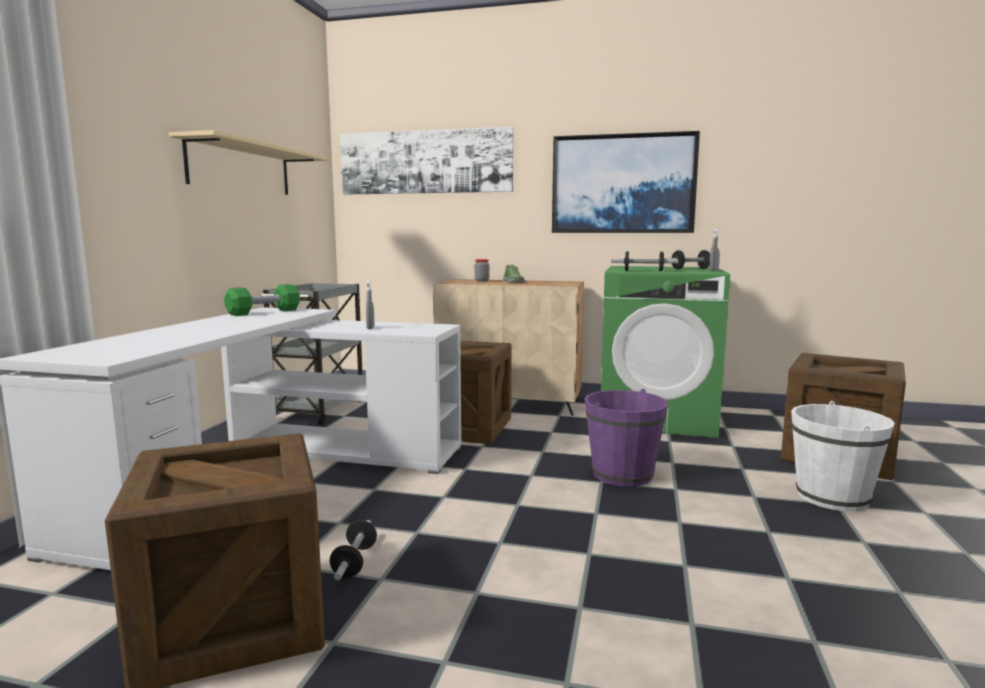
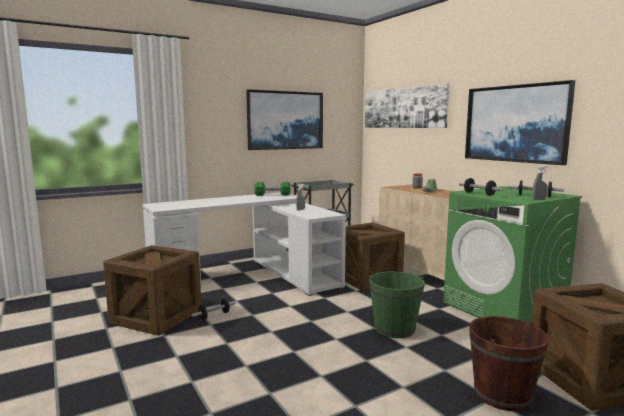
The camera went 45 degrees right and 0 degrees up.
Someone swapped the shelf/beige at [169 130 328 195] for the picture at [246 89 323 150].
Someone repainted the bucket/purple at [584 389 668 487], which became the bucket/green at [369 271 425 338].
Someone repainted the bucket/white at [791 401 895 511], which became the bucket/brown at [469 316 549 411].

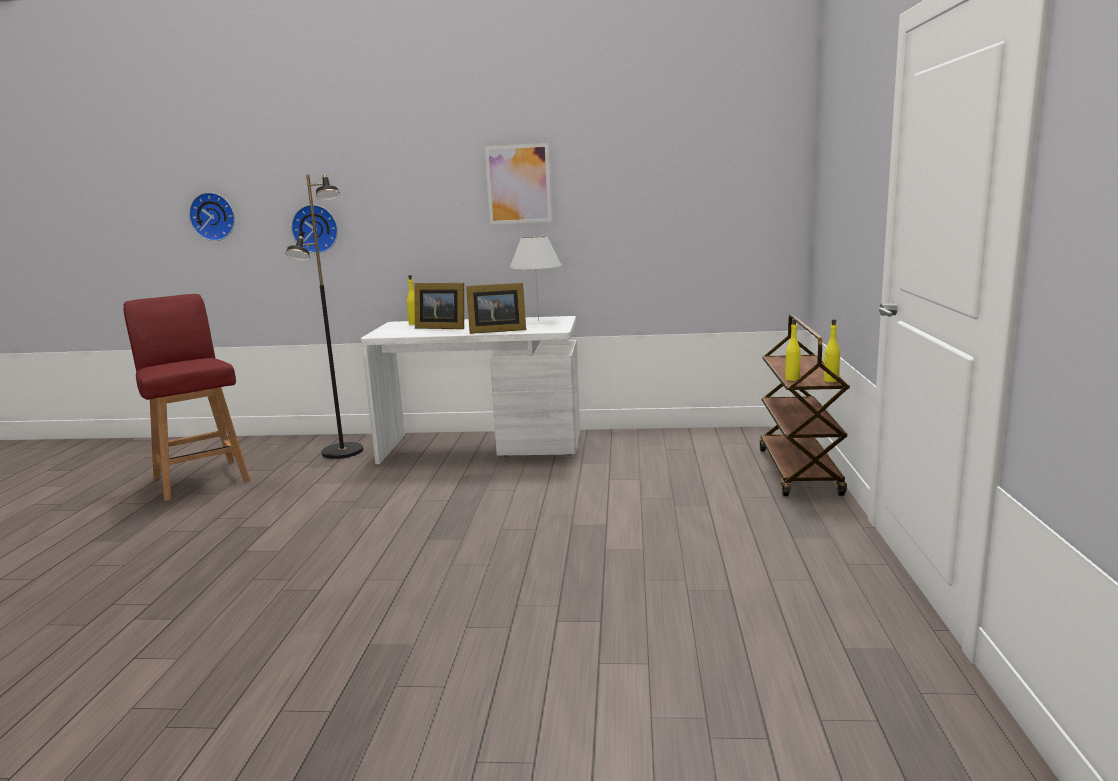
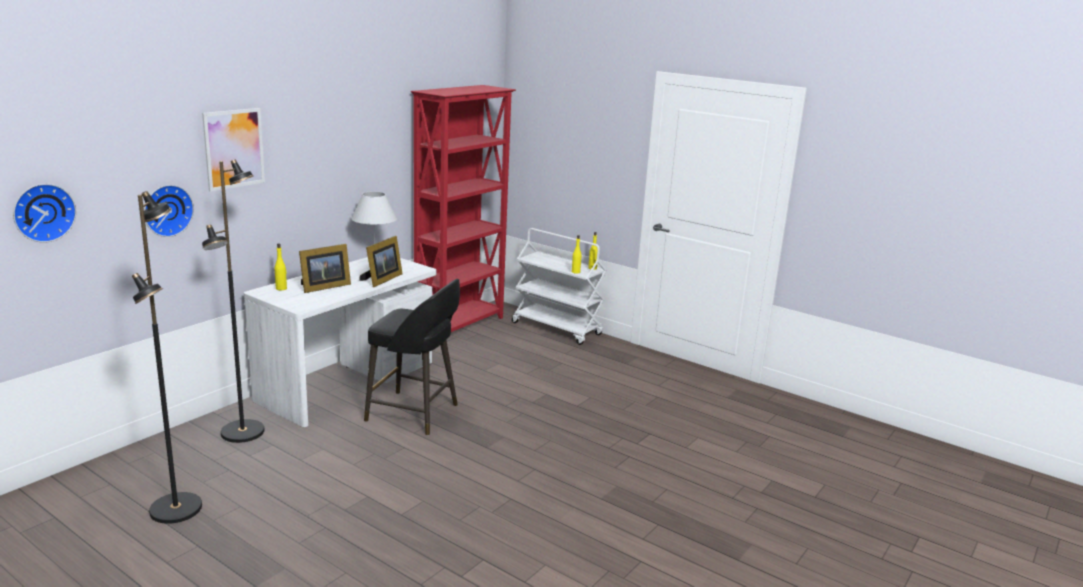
The camera went 60 degrees left and 5 degrees up.
Someone swapped the chair/red at [124 294 250 501] for the floor lamp/black at [132 191 202 524].
Someone carried the picture from [485 143 552 224] to [202 108 265 192].
Someone put down the stool/black at [364 279 460 435].
Someone put down the bookcase/red at [411 85 516 332].
Someone repainted the cart/brown at [759 315 850 496], which became the cart/white at [512 228 607 345].

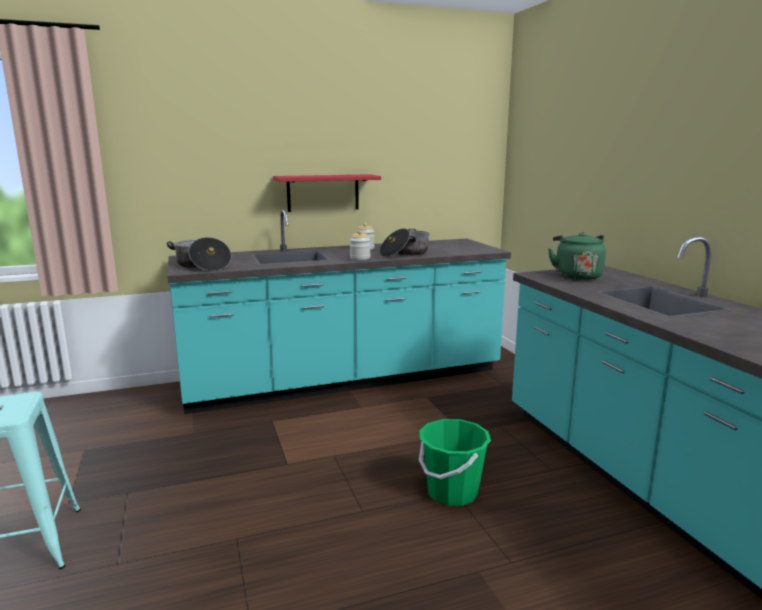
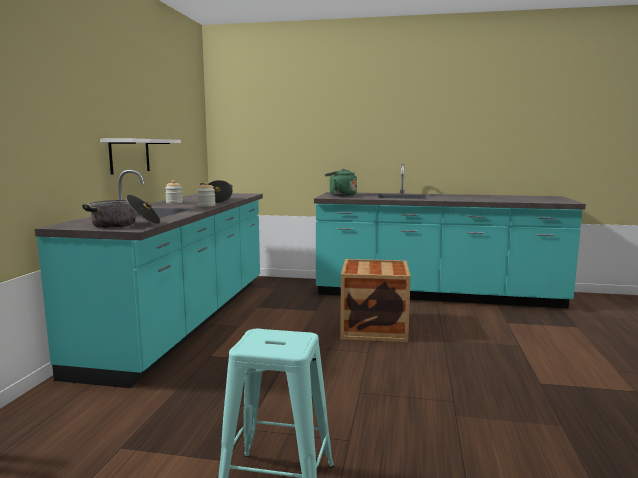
The camera went 60 degrees left and 5 degrees down.
Someone repainted the shelf/red at [273 174 381 212], which became the shelf/white at [100 139 181 174].
Someone swapped the bucket/green at [419 419 491 506] for the crate at [340 259 411 342].

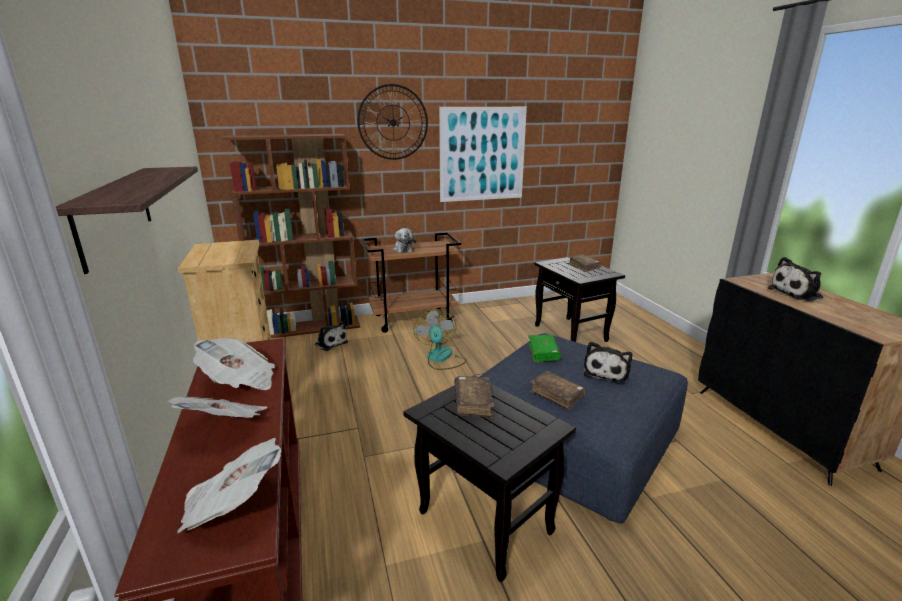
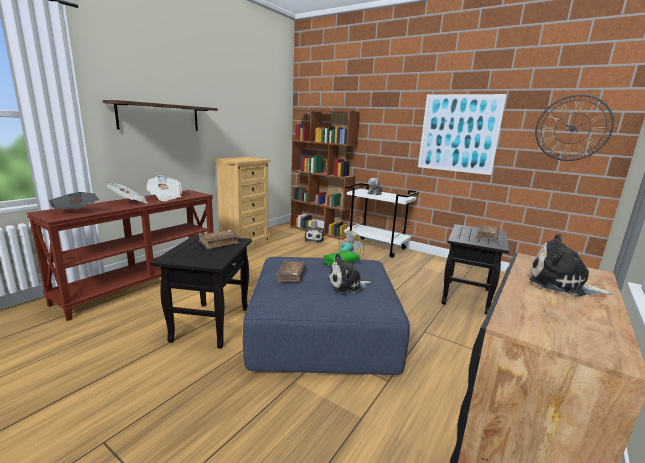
The camera went 50 degrees right and 5 degrees down.
Someone repainted the cart/brown at [362 232 461 333], which became the cart/white at [344 183 419 258].
Someone carried the wall clock from [357 84 428 160] to [535 94 614 161].

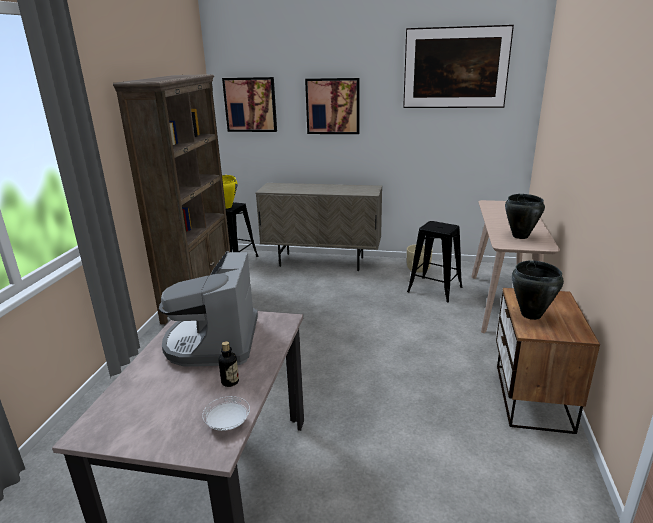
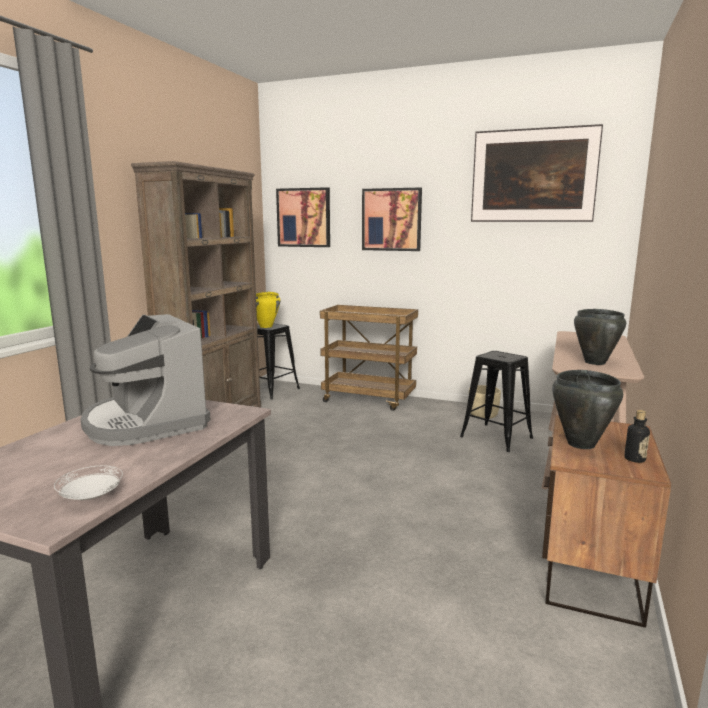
The camera went 10 degrees right and 10 degrees down.
Someone rotated the coffee machine at [159 251 258 367] by 45 degrees counterclockwise.
Someone swapped the cabinet/beige at [256 183 382 271] for the cart/brown at [320 305 418 411].
Someone carried the bottle from [218 341 239 387] to [624 410 650 463].

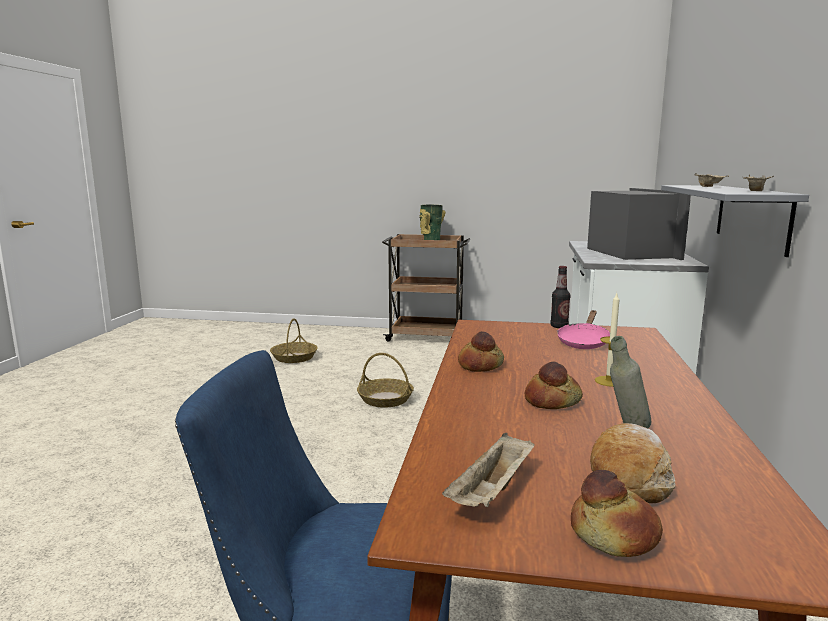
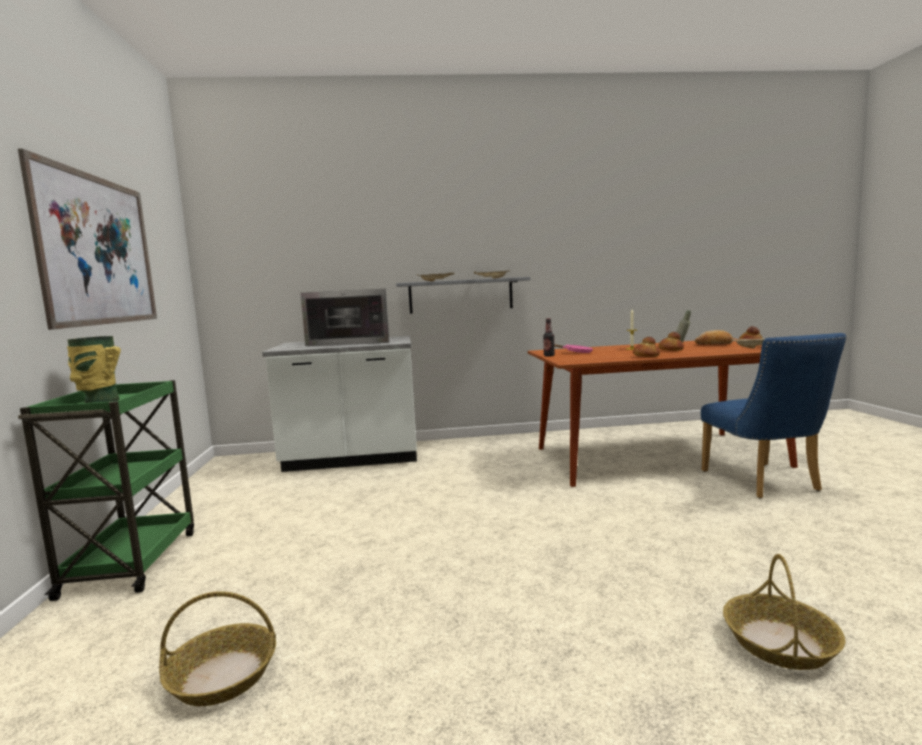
The camera went 105 degrees left and 5 degrees down.
Someone put up the picture at [18 149 157 330].
Someone repainted the cart/brown at [382 234 470 341], which became the cart/green at [18 380 194 601].
Someone rotated the microwave at [587 188 691 260] by 150 degrees counterclockwise.
Someone carried the basket from [357 353 414 407] to [723 554 845 670].

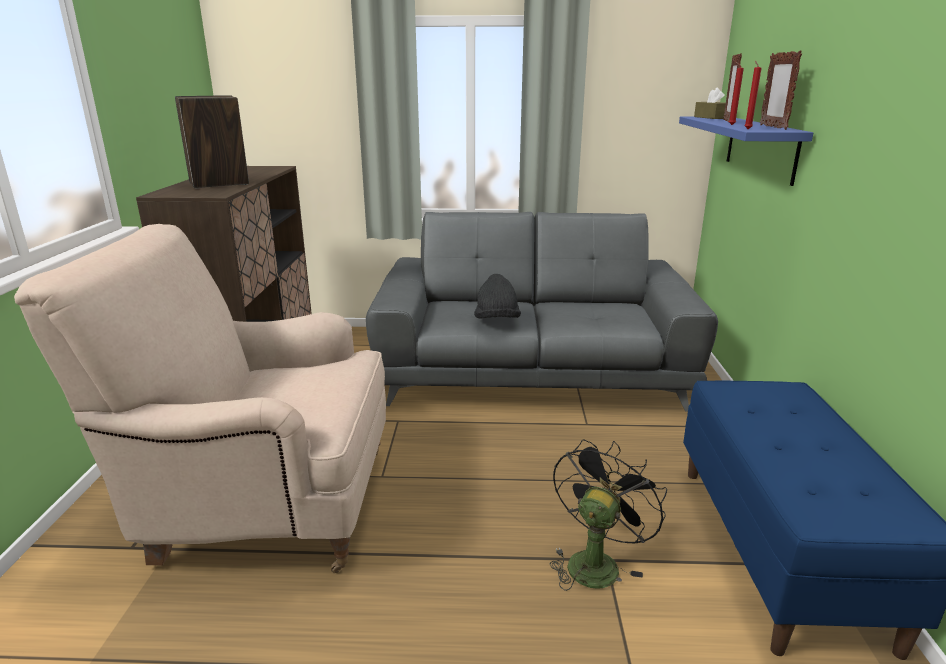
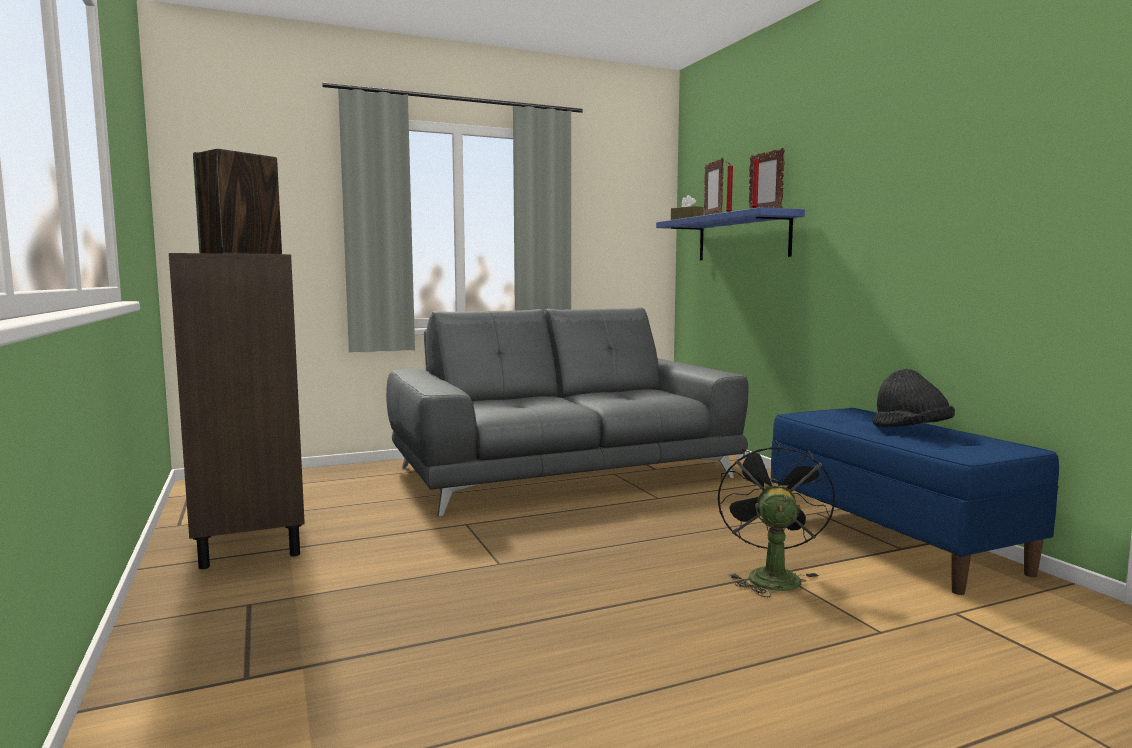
The camera went 25 degrees left and 15 degrees down.
Someone carried the hat/black from [474 274 521 318] to [873 369 955 427].
Someone took away the armchair/beige at [14 224 386 573].

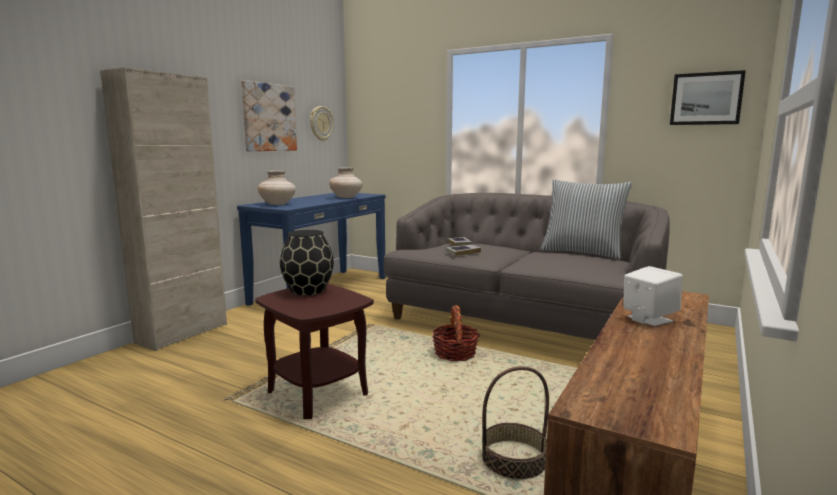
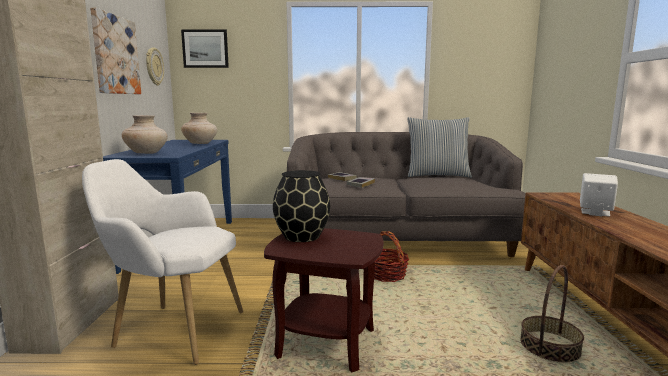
The camera went 30 degrees left and 0 degrees up.
Someone put down the armchair/white at [82 159 243 365].
Someone carried the picture from [670 70 746 125] to [181 29 229 68].

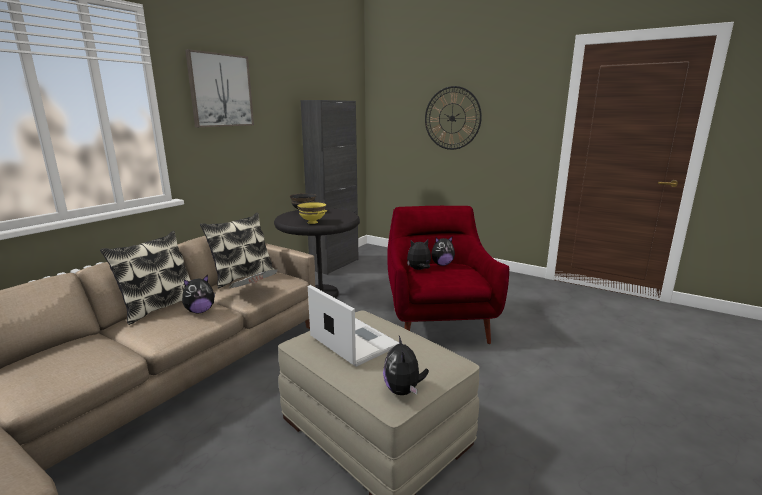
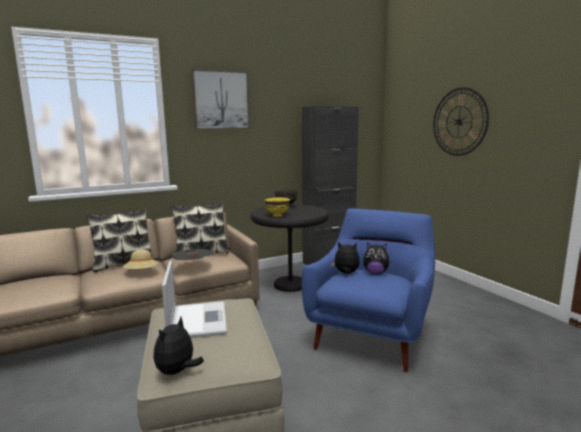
The camera went 30 degrees right and 5 degrees down.
Someone swapped the plush toy at [182 275 215 313] for the hat/beige at [123 249 159 269].
Someone repainted the armchair/red at [388 206 509 344], which became the armchair/blue at [302 208 435 372].

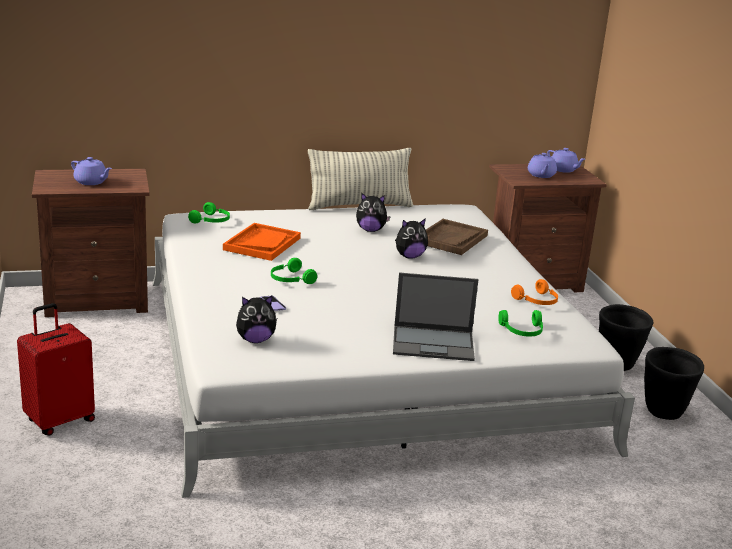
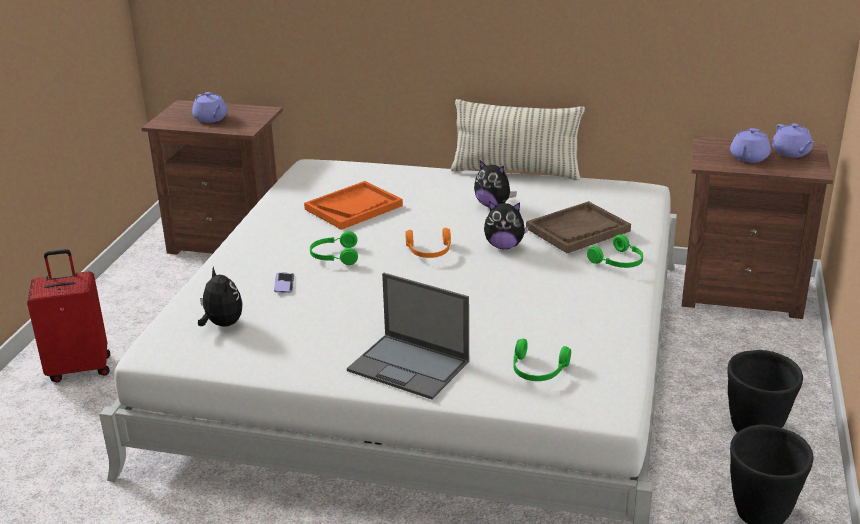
The camera went 30 degrees right and 5 degrees up.
Someone rotated the plush toy at [236 296 277 343] by 135 degrees counterclockwise.
Someone carried the headphones/orange from [511 279 558 305] to [405 228 451 258].
Someone carried the headphones/green from [188 202 230 223] to [587 235 643 268].

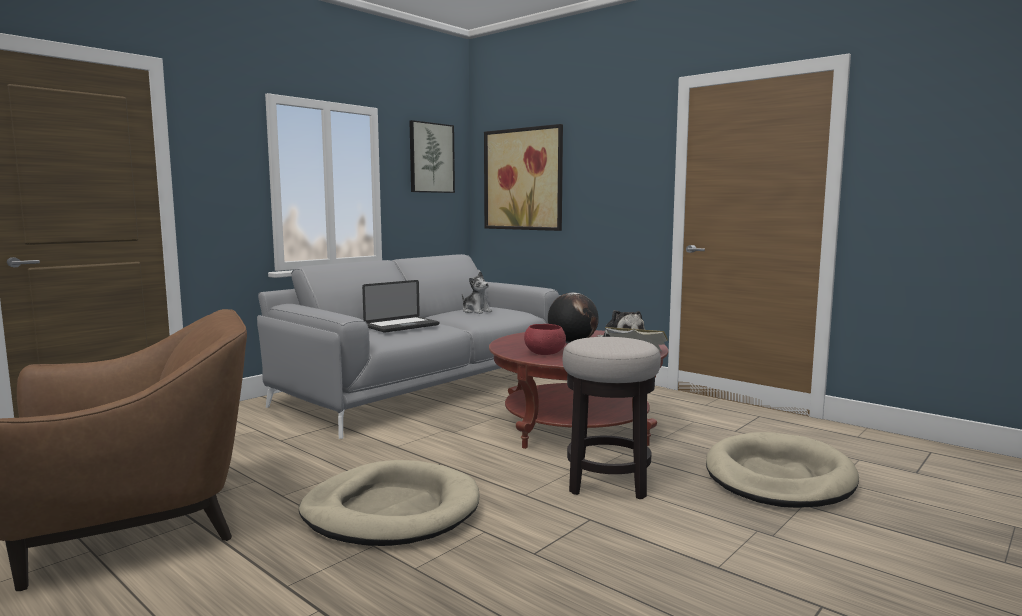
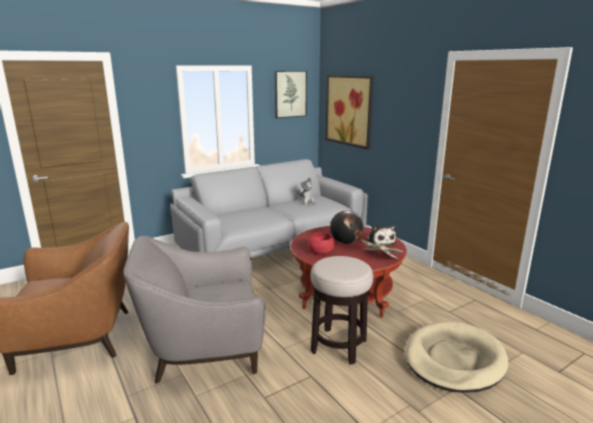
The camera went 15 degrees right and 10 degrees up.
Someone swapped the dog bed/beige at [299 460 480 546] for the armchair/grey at [123 236 265 384].
Someone took away the laptop at [362 280 440 333].

